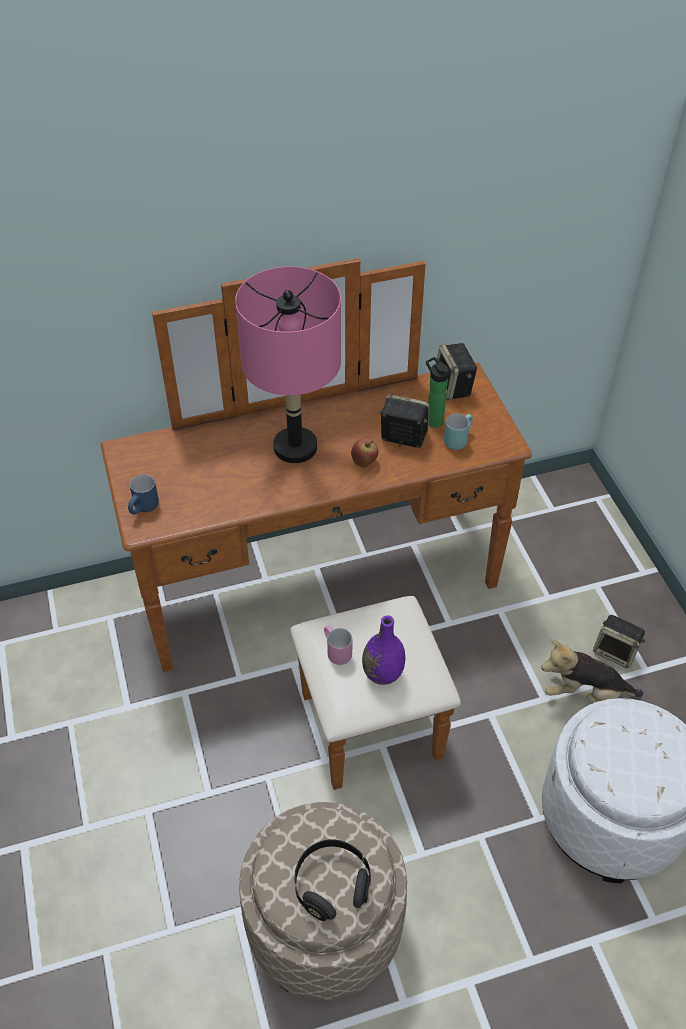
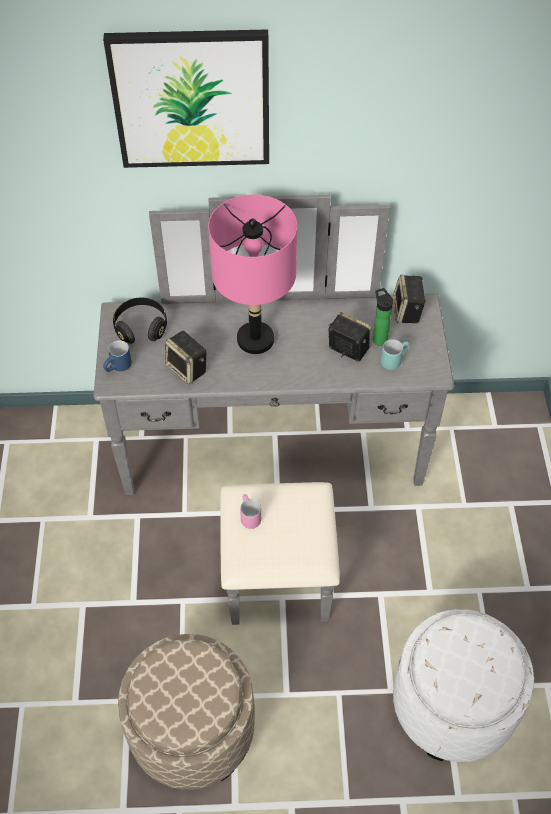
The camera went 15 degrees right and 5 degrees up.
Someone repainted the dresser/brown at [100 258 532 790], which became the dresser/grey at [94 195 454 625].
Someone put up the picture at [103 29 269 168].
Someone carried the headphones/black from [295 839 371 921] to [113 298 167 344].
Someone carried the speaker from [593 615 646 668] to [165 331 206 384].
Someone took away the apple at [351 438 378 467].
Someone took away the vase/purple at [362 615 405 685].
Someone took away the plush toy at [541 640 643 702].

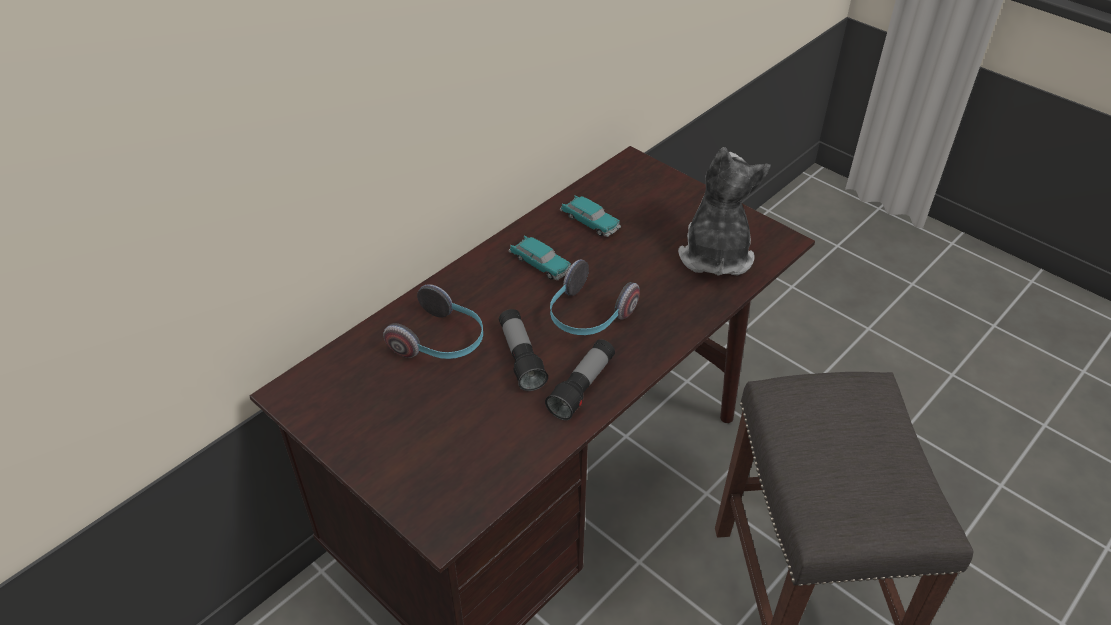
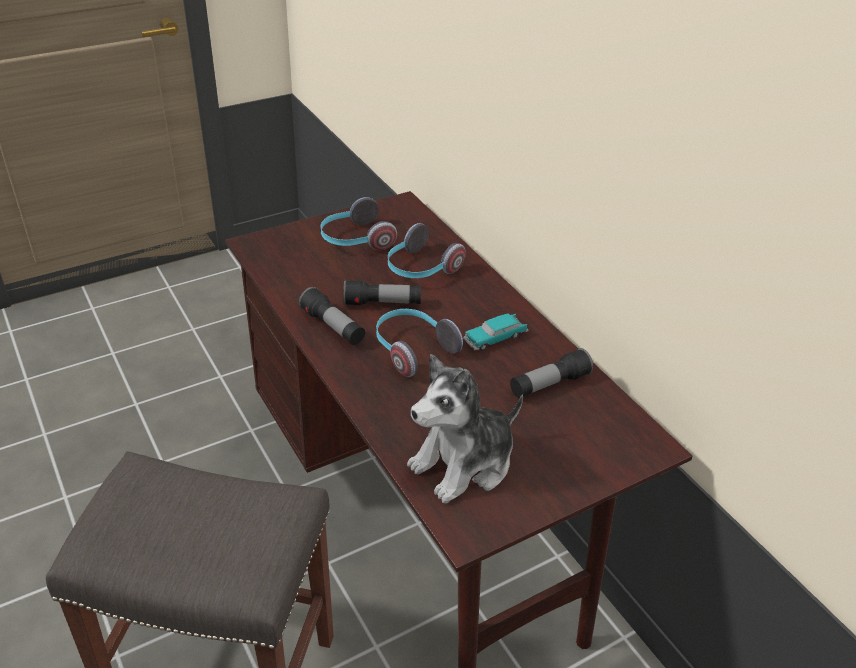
The camera went 105 degrees right and 5 degrees down.
Someone put down the headphones at [321 197 397 250].
Someone rotated the plush toy at [678 147 771 276] by 120 degrees clockwise.
Someone swapped the toy car at [559 195 621 237] for the flashlight at [510 348 593 398].

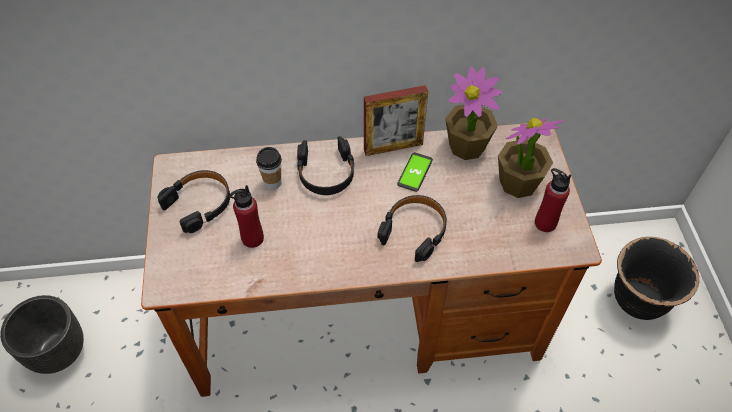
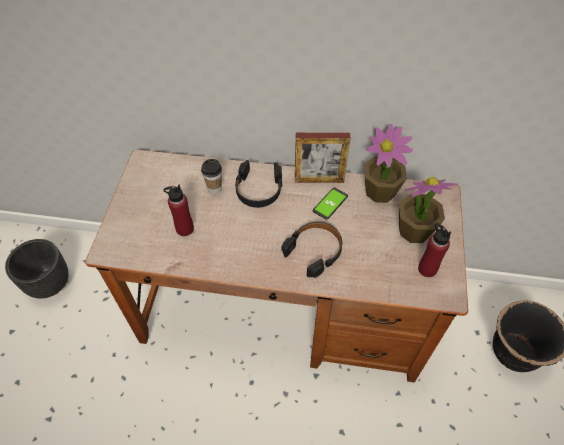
The camera went 15 degrees right and 0 degrees up.
Someone took away the headphones/black at [158 170 230 233].

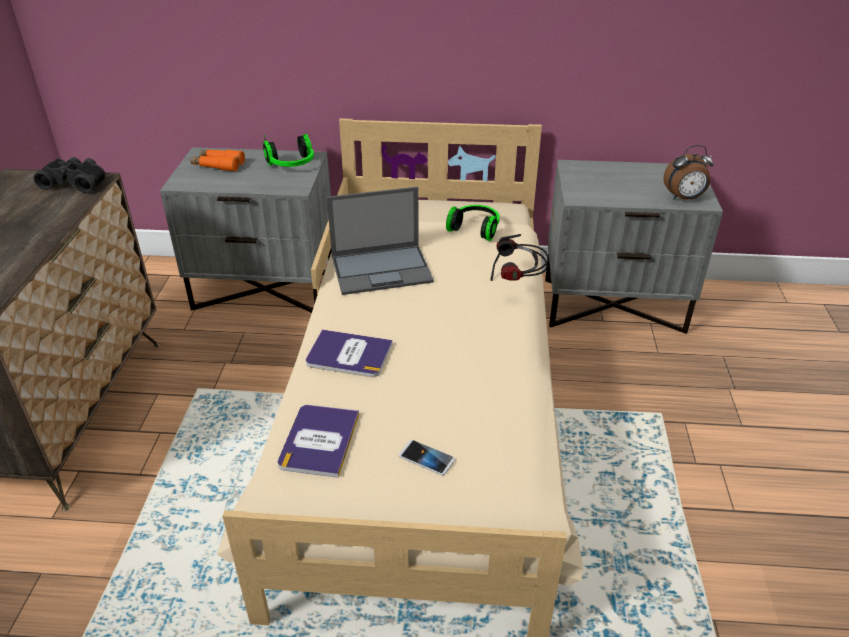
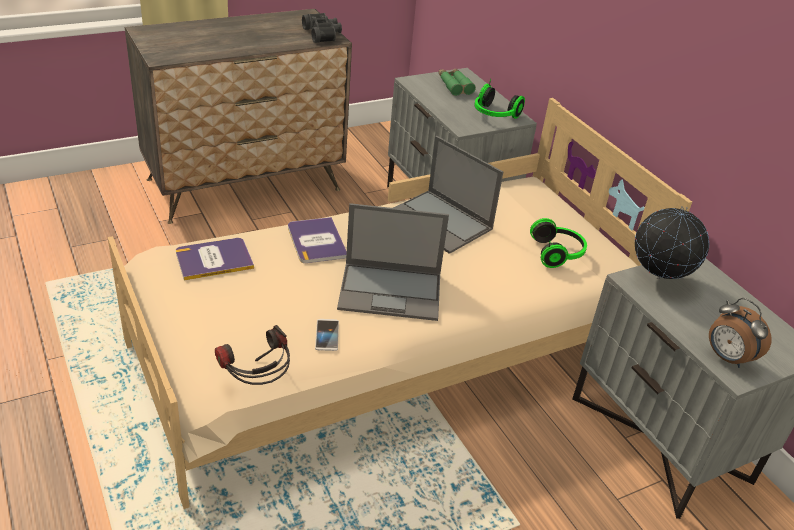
The camera went 55 degrees right and 0 degrees up.
Someone carried the headphones from [490 234 548 281] to [215 325 290 385].
Someone carried the phone from [399 440 455 475] to [315 319 339 351].
Someone put down the laptop at [337 203 449 321].
Someone repainted the binoculars/orange at [190 150 245 172], which became the binoculars/green at [438 69 476 96].
Someone put down the globe at [635 206 709 279].

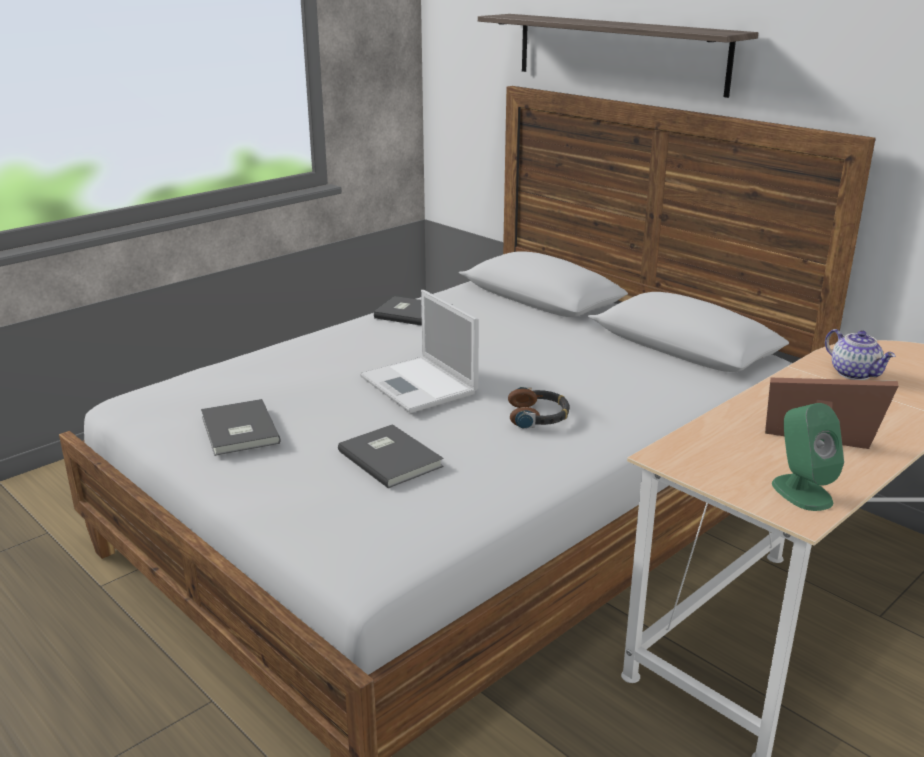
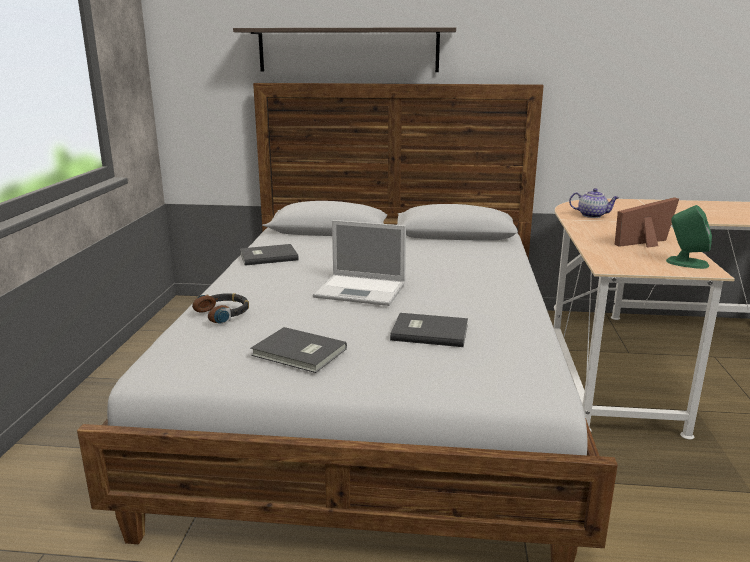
The camera went 40 degrees left and 5 degrees down.
Someone carried the headphones from [508 387 570 429] to [192 293 249 324].

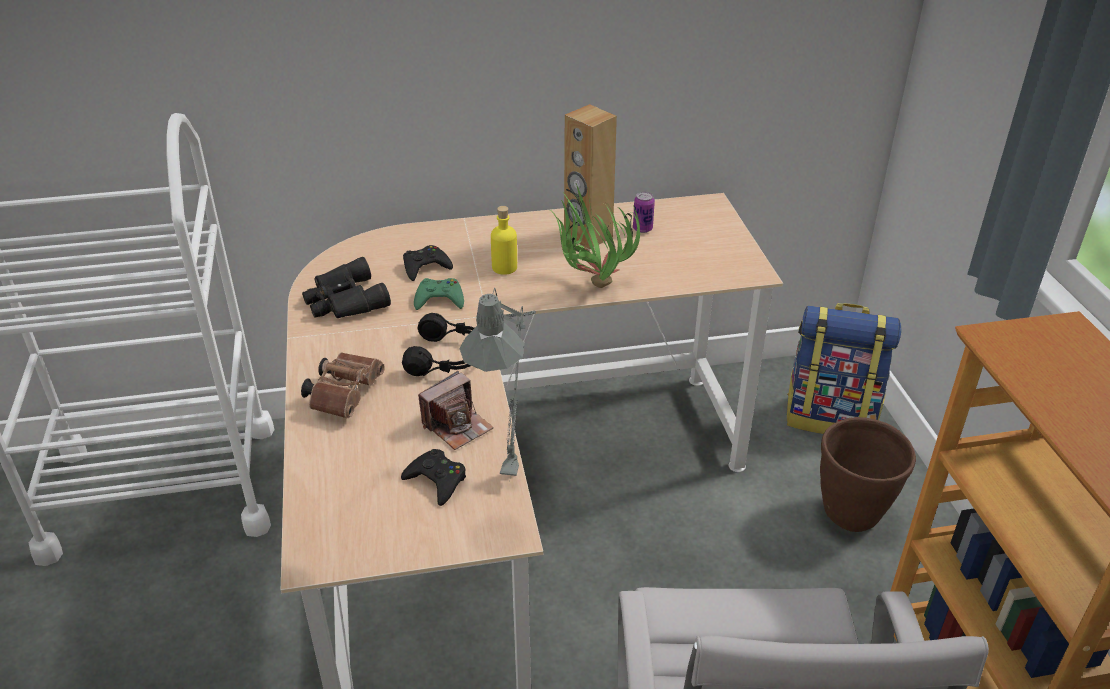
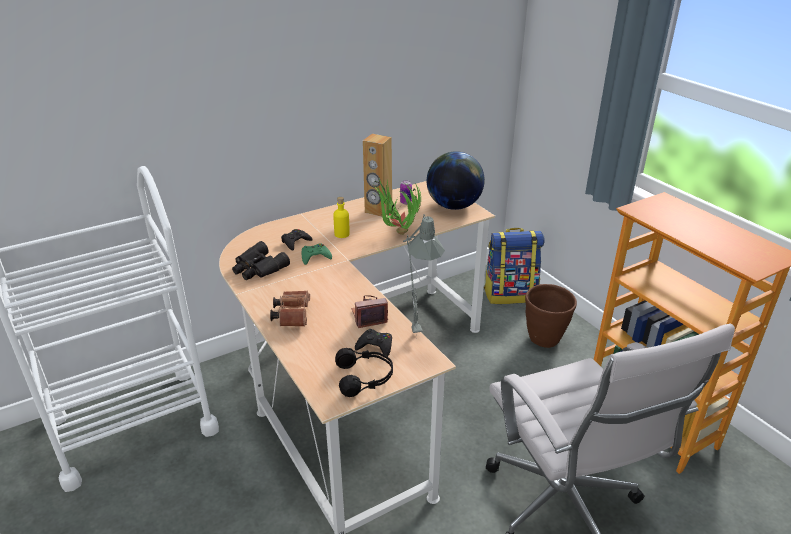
The camera went 20 degrees left and 5 degrees down.
Someone carried the headphones/black from [402 313 474 376] to [335 348 393 397].
Someone rotated the photo camera at [418 371 494 450] by 135 degrees counterclockwise.
Someone put down the globe at [427 151 485 210].

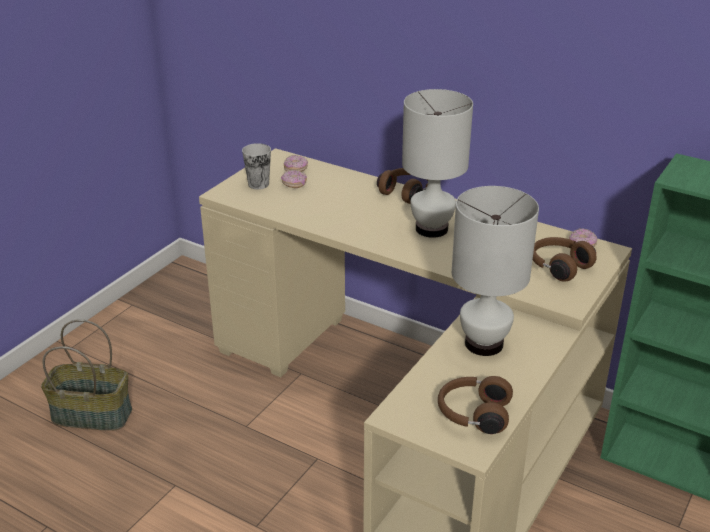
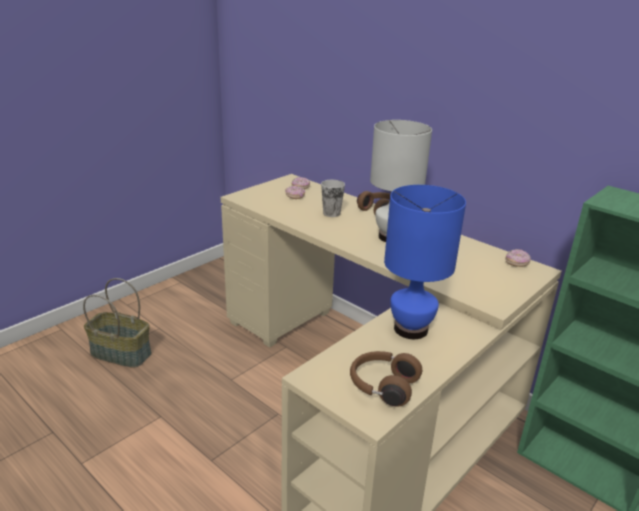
The camera went 10 degrees right and 5 degrees down.
Someone carried the cup from [242 143 271 189] to [321 180 345 217].
Someone repainted the table lamp/white at [452 186 539 356], which became the table lamp/blue at [384 185 466 339].
Someone took away the headphones/brown at [533 237 597 282].

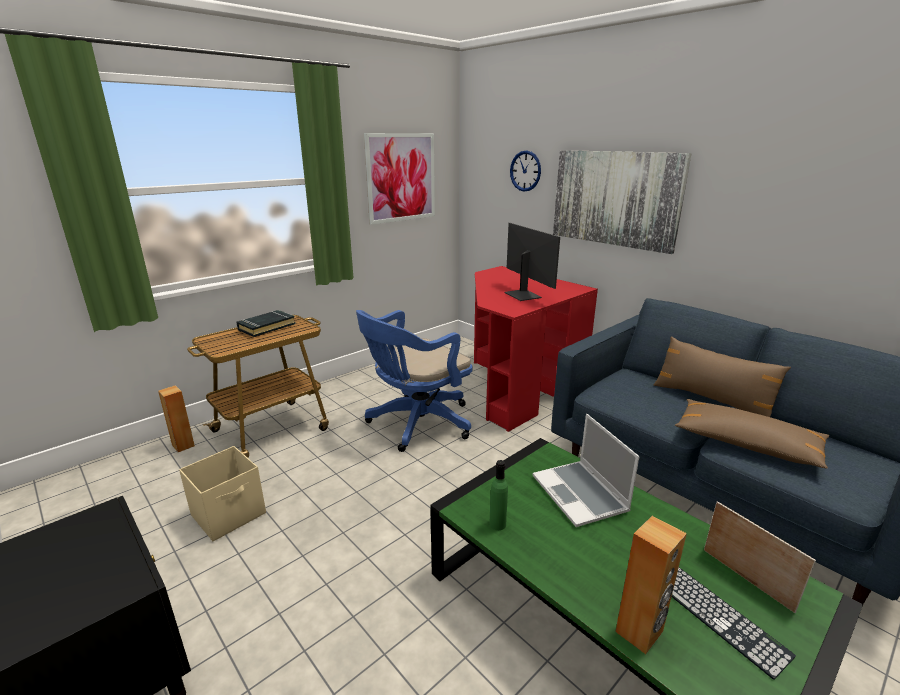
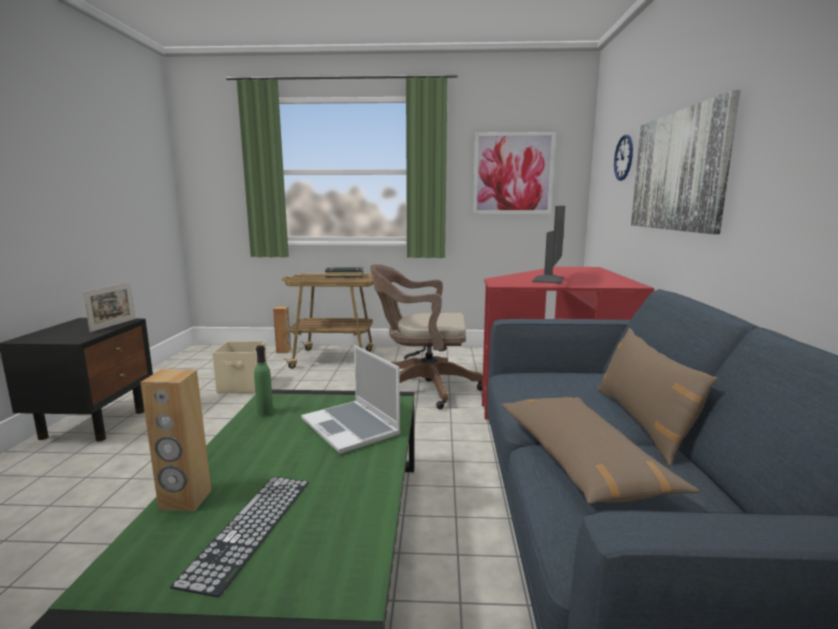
The camera went 45 degrees right and 10 degrees down.
Someone carried the picture frame from [704 501 816 613] to [83 282 135 332].
Someone rotated the laptop at [533 414 640 527] by 60 degrees counterclockwise.
Someone repainted the office chair/blue at [356 310 473 452], which became the office chair/brown at [370 264 483 409].

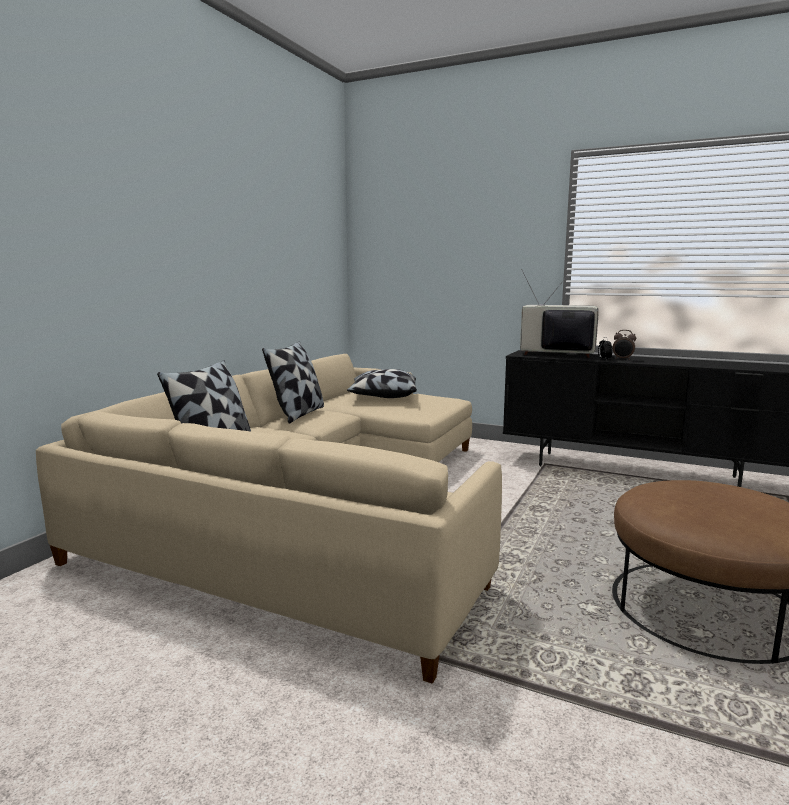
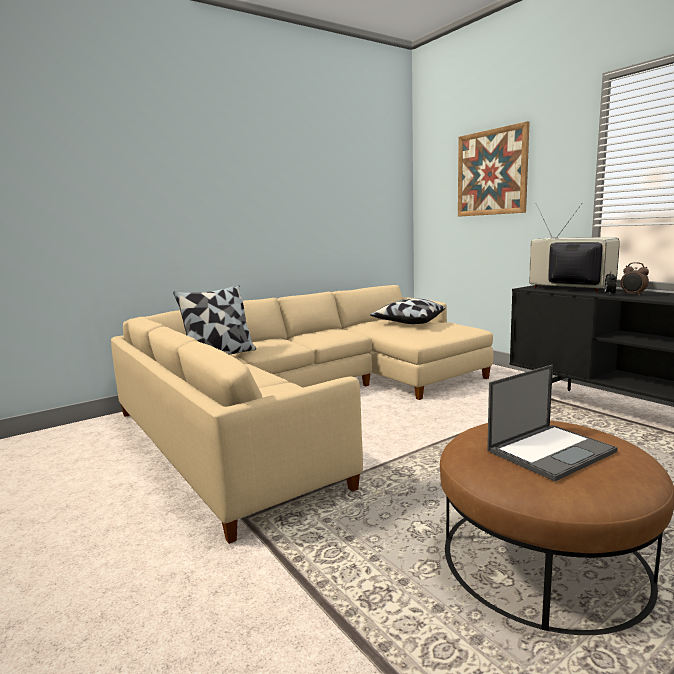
The camera went 30 degrees right and 0 degrees up.
Someone put up the picture at [458 121 530 217].
Someone put down the laptop at [487 365 618 481].
Someone took away the pillow at [262 341 324 424].

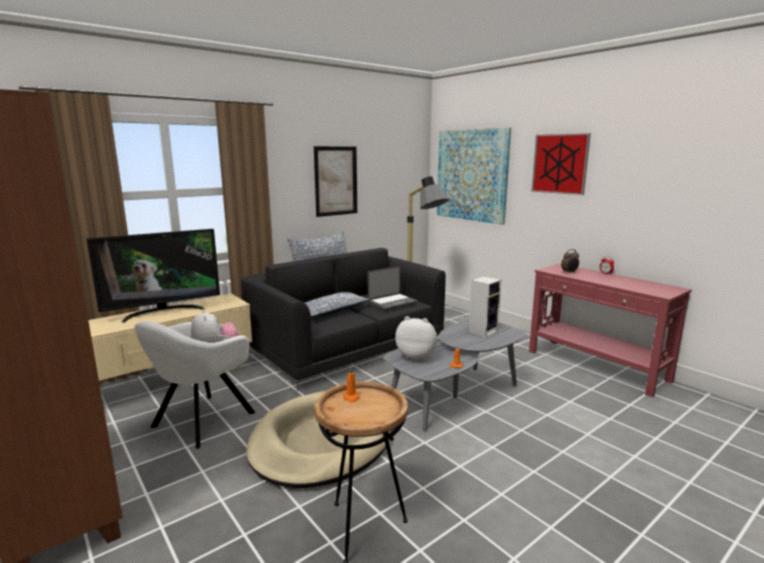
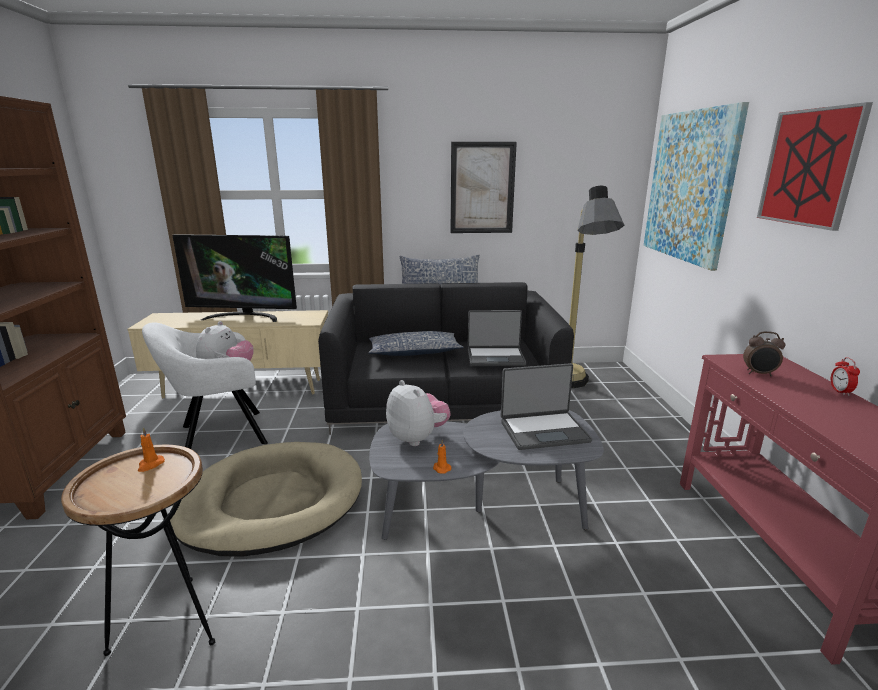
The camera went 35 degrees right and 5 degrees up.
Someone swapped the speaker at [469 276 502 337] for the laptop at [501 363 592 450].

